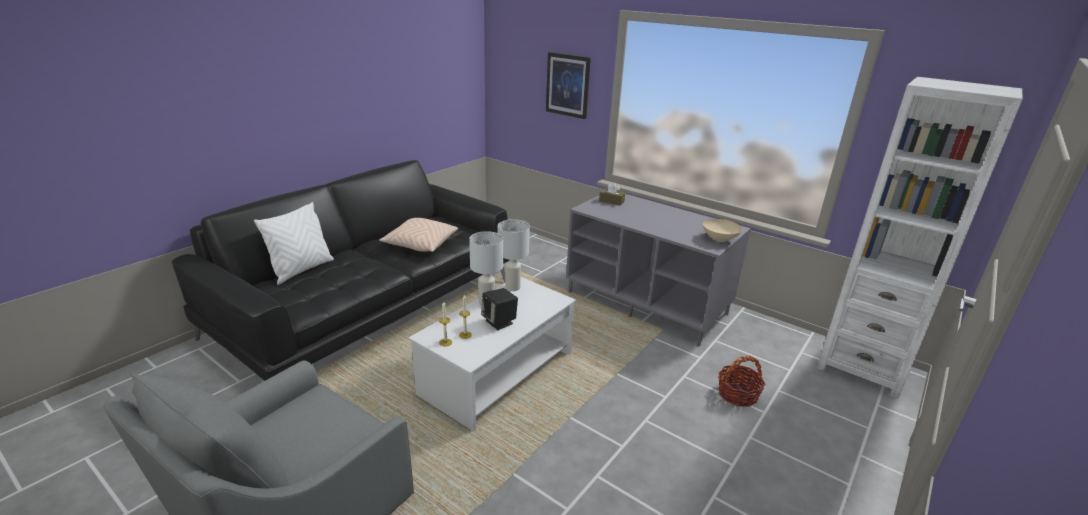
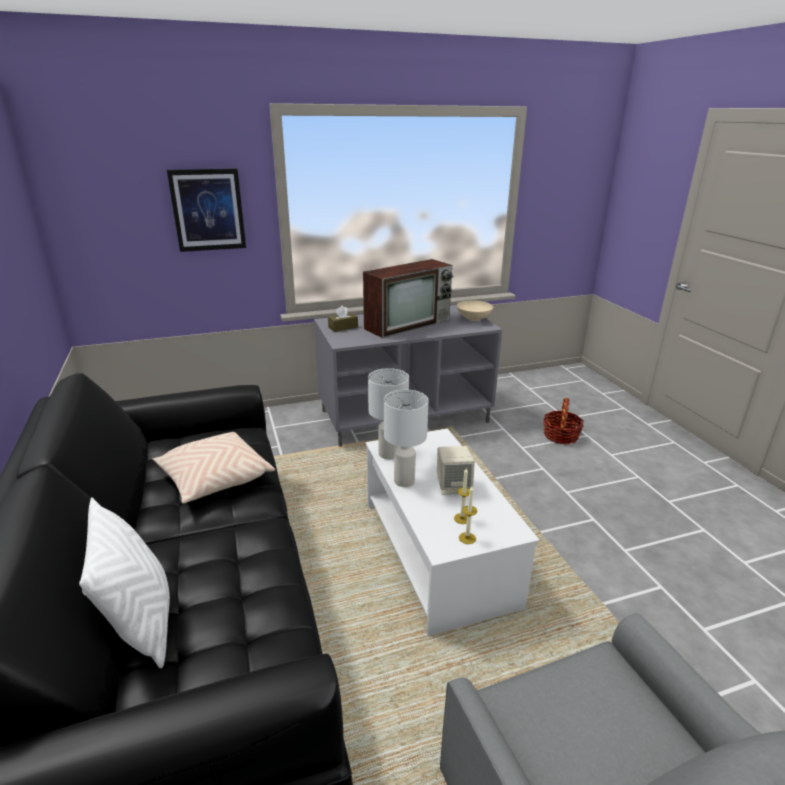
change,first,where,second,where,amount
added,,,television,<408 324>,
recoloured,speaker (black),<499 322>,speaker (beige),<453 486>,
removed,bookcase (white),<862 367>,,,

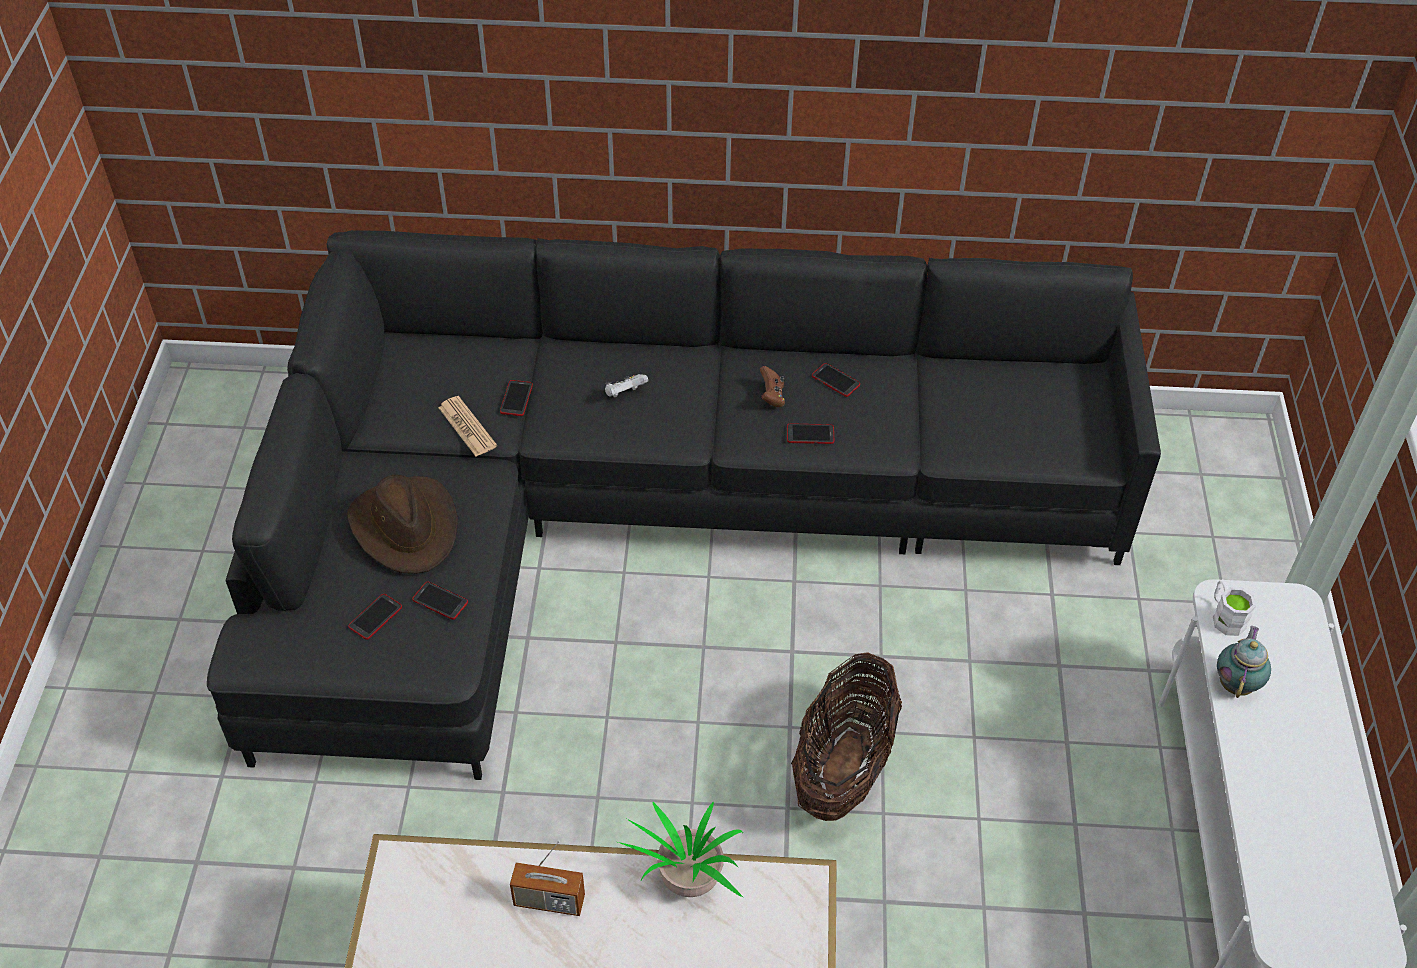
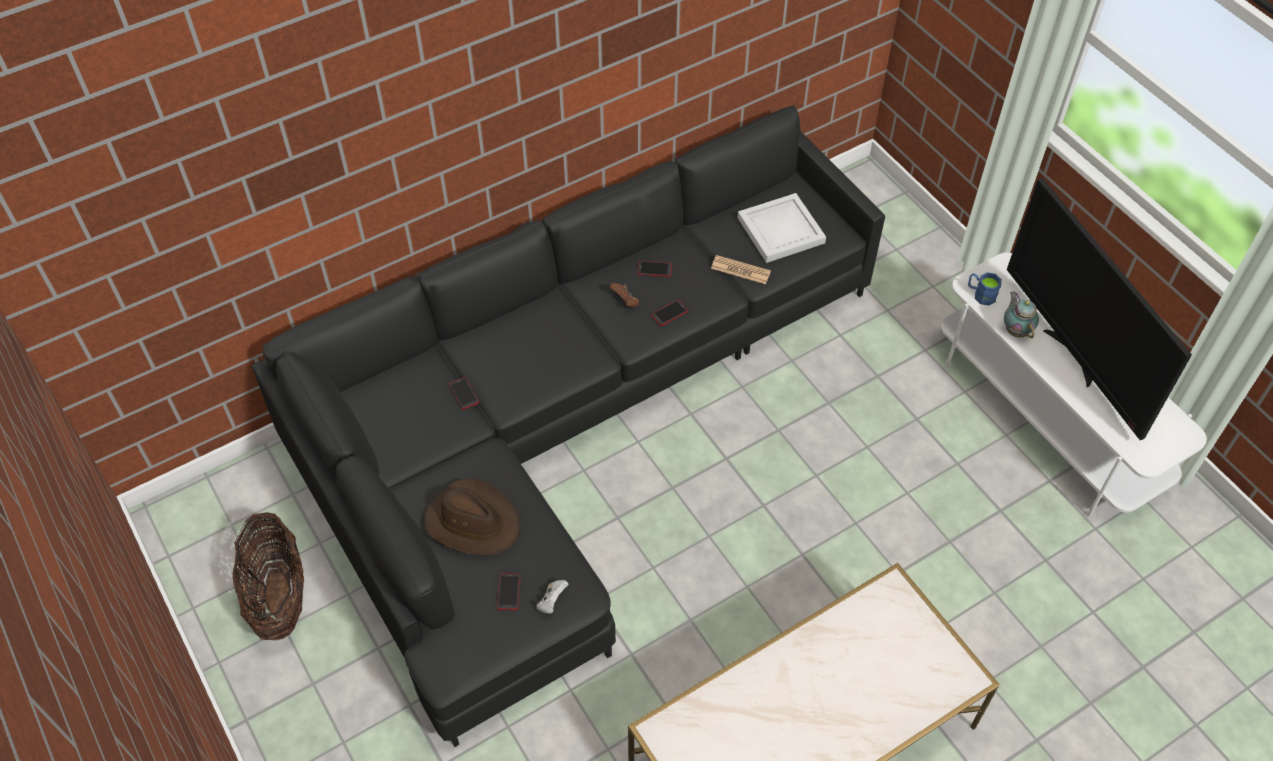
change,first,where,second,where,amount
moved,basket,<842 767>,,<278 595>,
moved,game controller (white),<625 394>,,<551 601>,
moved,newspaper,<467 427>,,<740 270>,
added,,,tray (white),<781 229>,
recoloured,mug (white),<1225 616>,mug (blue),<980 294>,
added,,,television,<1072 356>,
removed,phone,<440 601>,,,
removed,radio,<549 901>,,,
removed,potted plant,<687 883>,,,

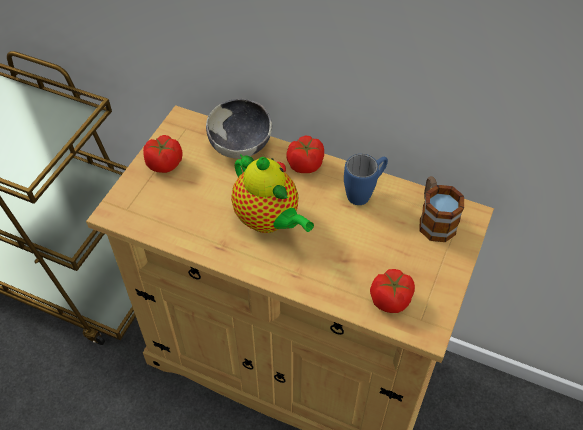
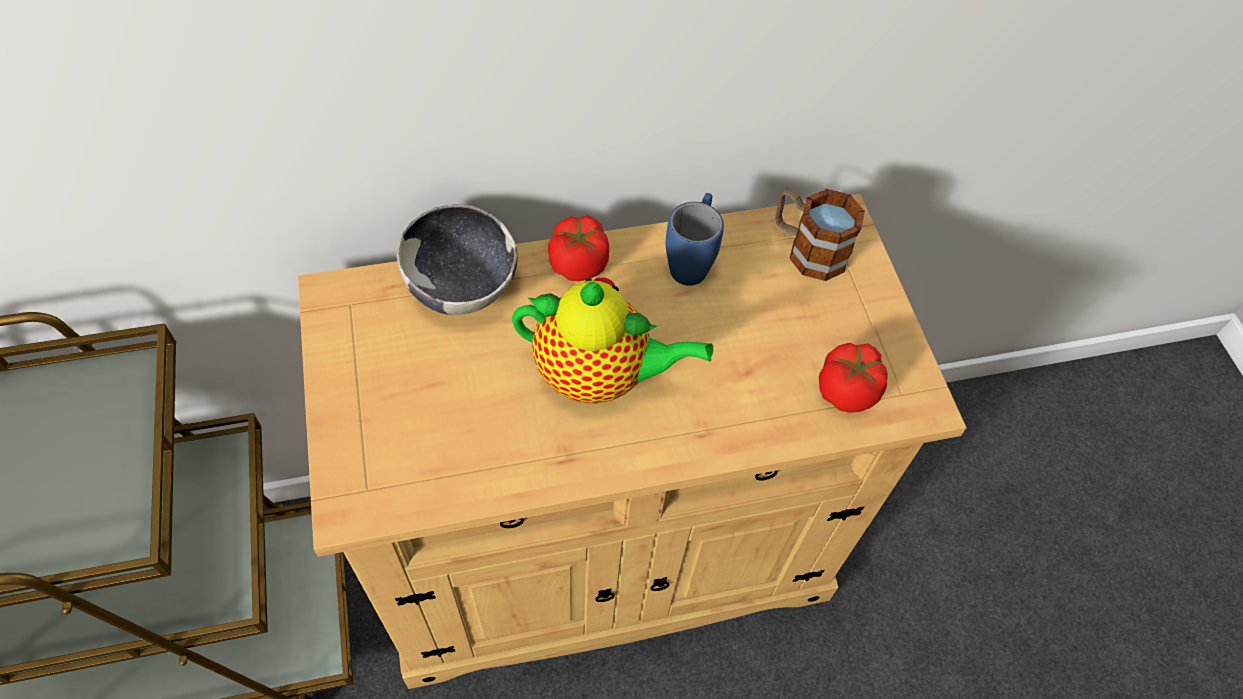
change,first,where,second,where,amount
removed,tomato,<165 164>,,,

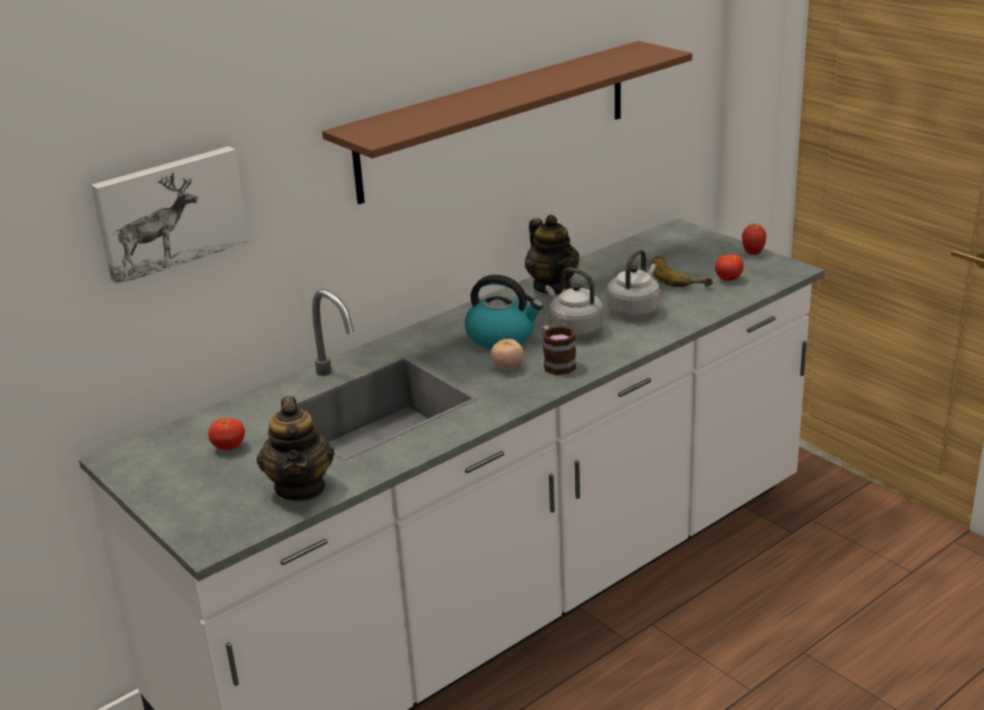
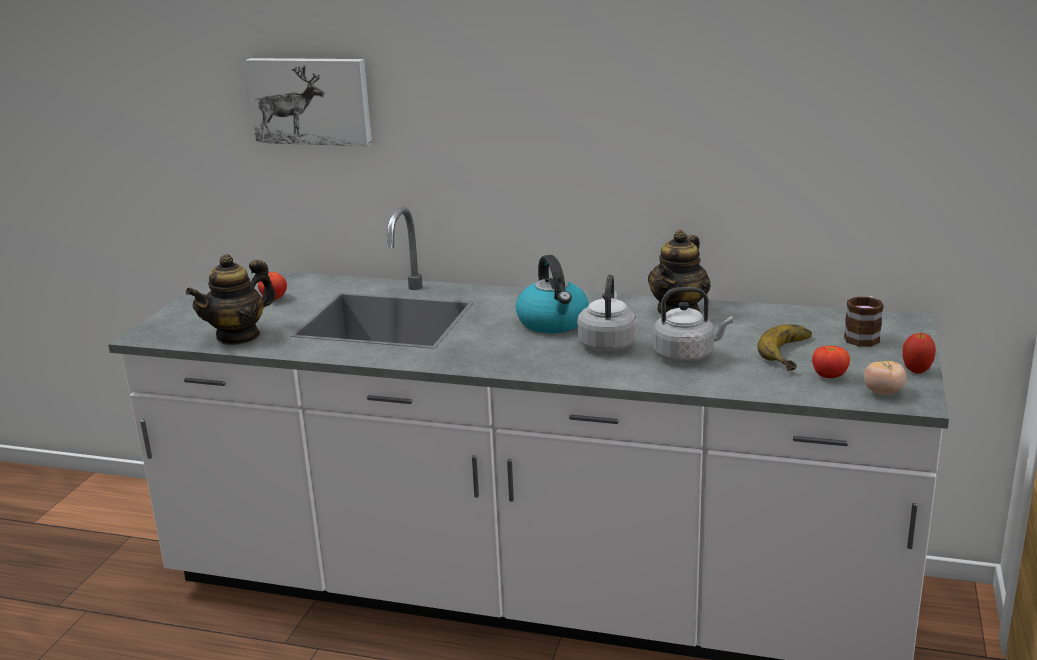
change,first,where,second,where,amount
moved,mug,<556 363>,,<863 336>,
moved,tomato,<507 366>,,<883 393>,
removed,shelf (brown),<496 120>,,,

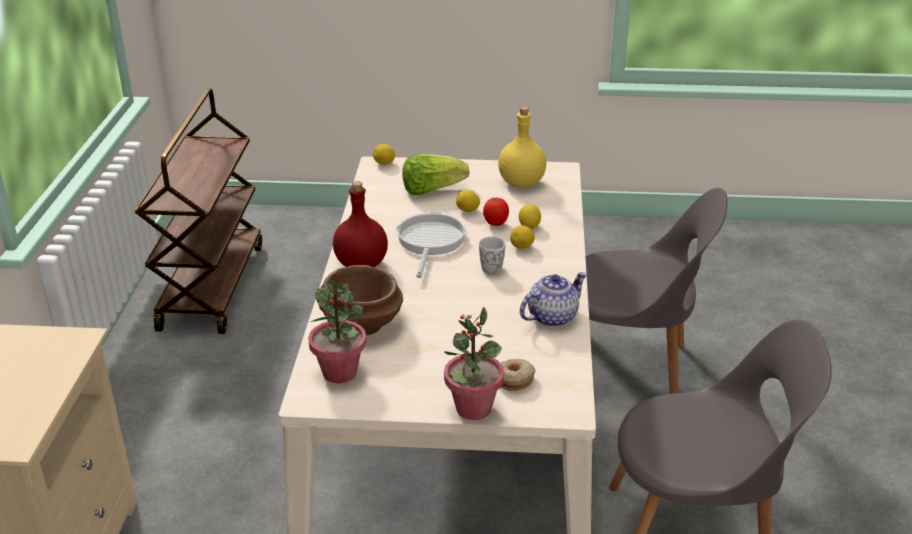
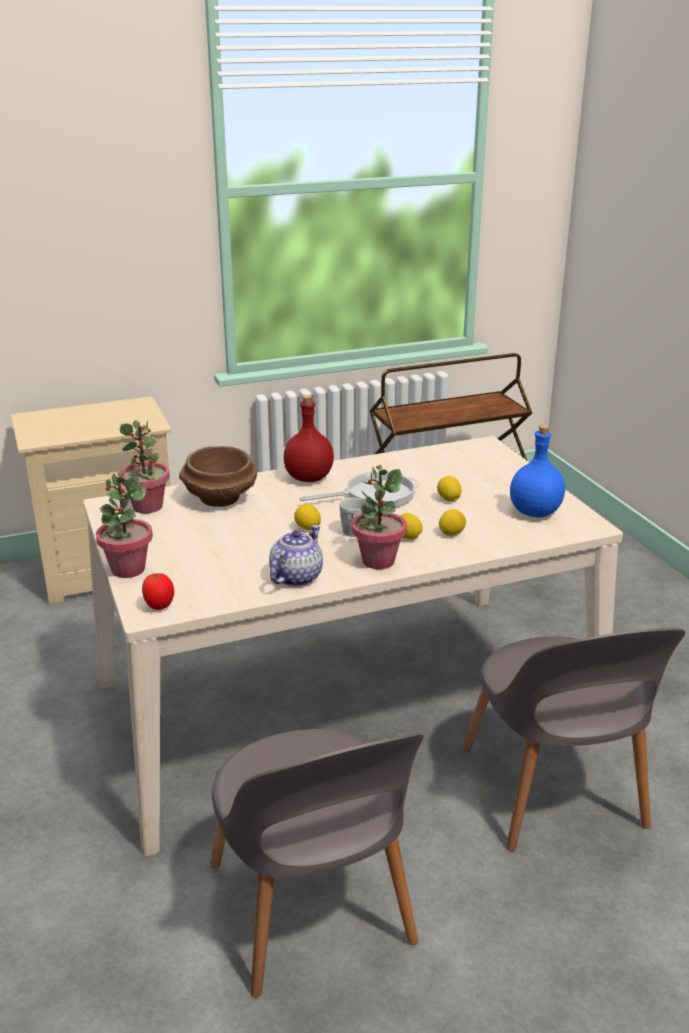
change,first,where,second,where,amount
moved,tomato,<495 224>,,<159 607>,
turned,teapot,<552 316>,,<296 577>,90 degrees counterclockwise
moved,lemon,<384 163>,,<307 528>,
added,,,potted plant,<378 561>,
recoloured,bottle (yellow),<522 183>,bottle (blue),<535 513>,
removed,lettuce,<431 190>,,,
removed,donut,<514 380>,,,

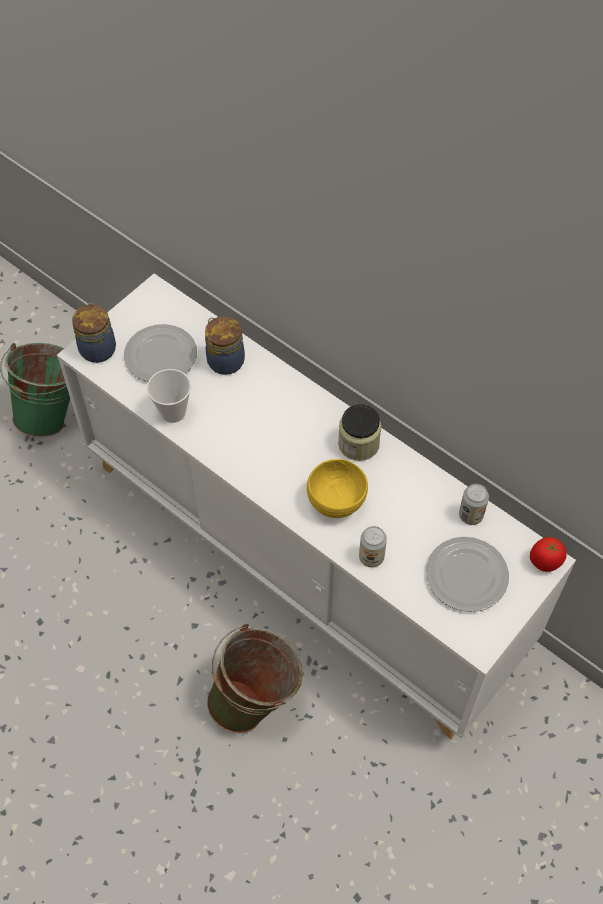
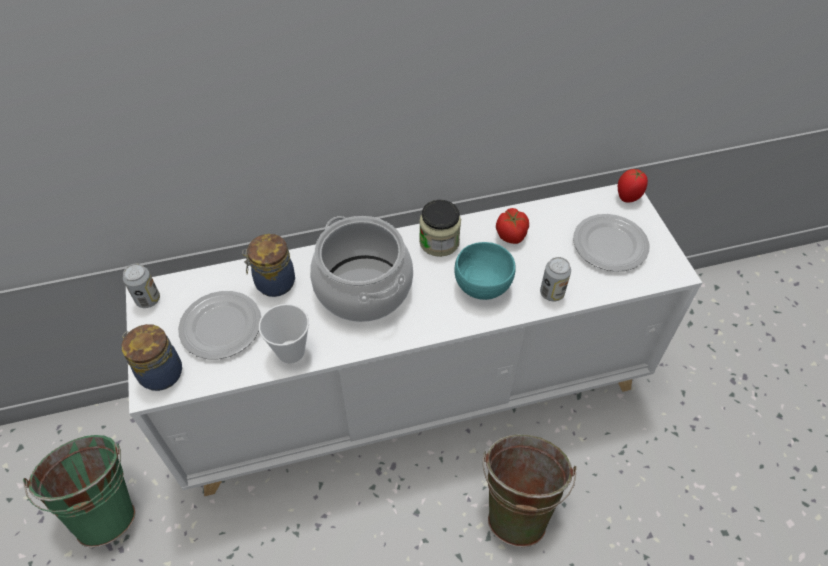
change,first,where,second,where,amount
moved,can,<470 515>,,<148 299>,
added,,,cooking pot,<362 288>,
recoloured,bowl (yellow),<335 502>,bowl (turquoise),<482 287>,
added,,,tomato,<511 235>,

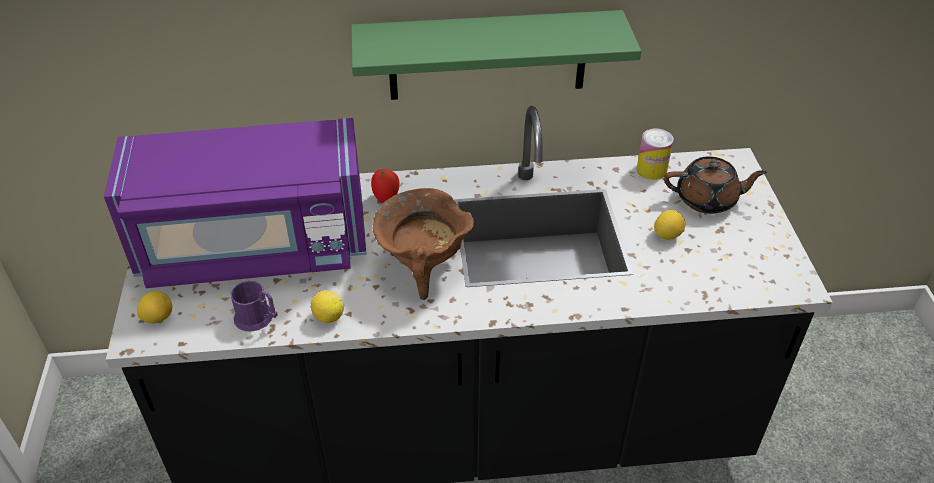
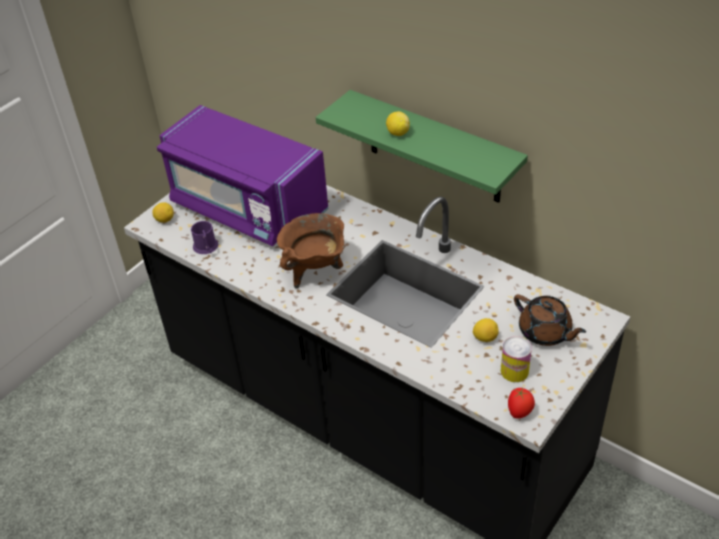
change,first,where,second,where,amount
moved,lemon,<328 317>,,<398 133>,
moved,can,<651 170>,,<514 371>,
moved,tomato,<386 198>,,<519 412>,

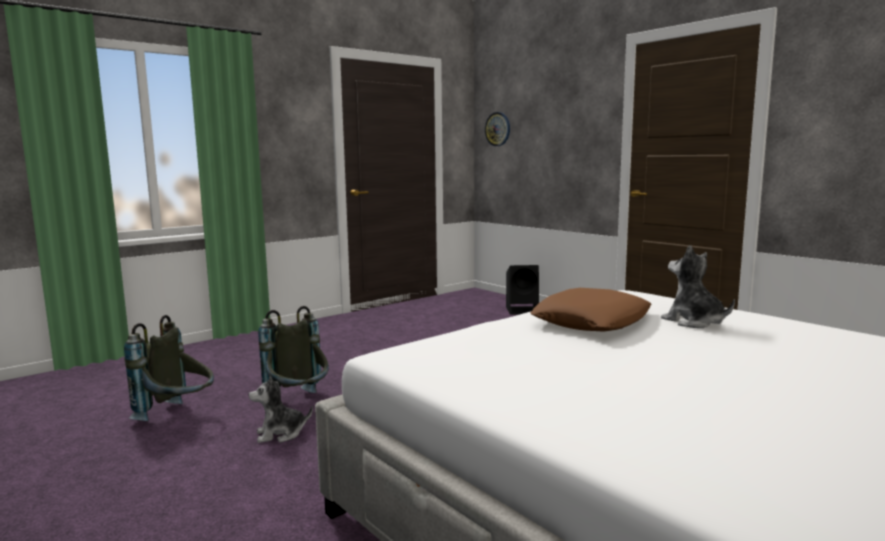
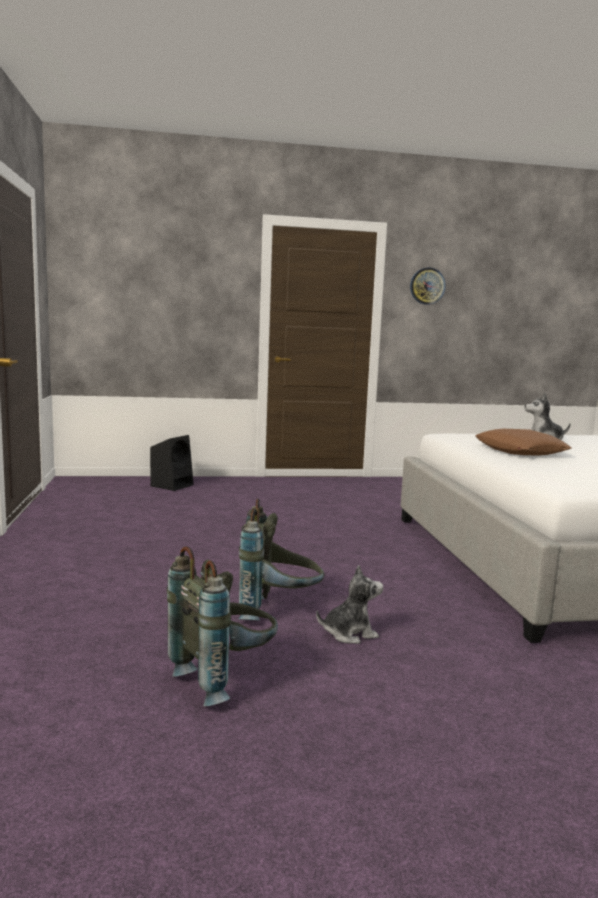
change,first,where,second,where,amount
turned,plush toy,<280 434>,,<349 633>,120 degrees counterclockwise
moved,wall clock,<498 129>,,<427 286>,

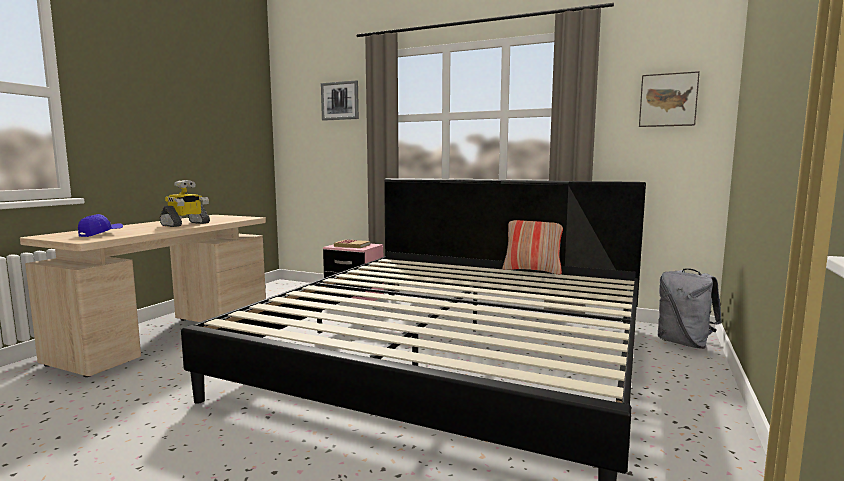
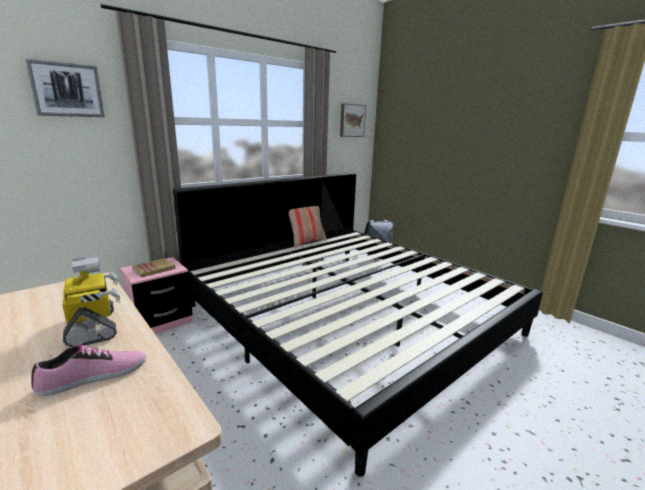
change,first,where,second,where,amount
added,,,shoe,<94 377>,
removed,cap (blue),<101 234>,,,

